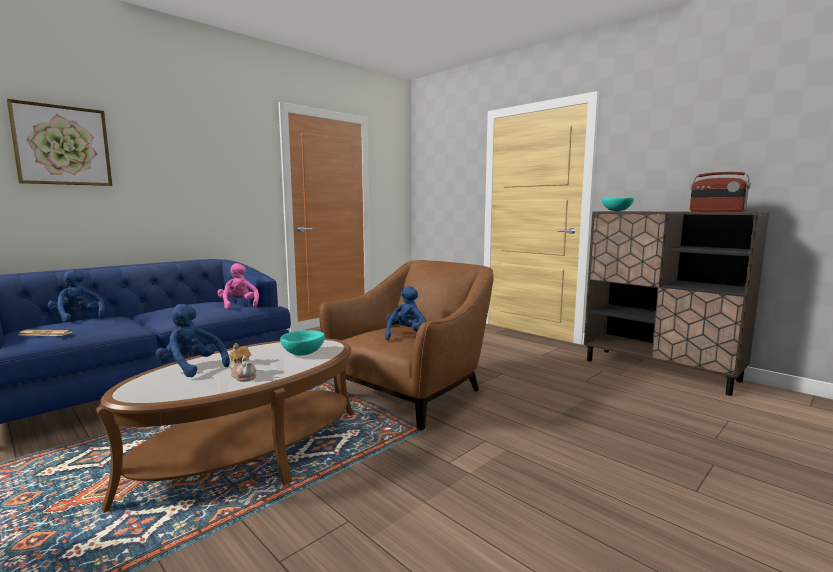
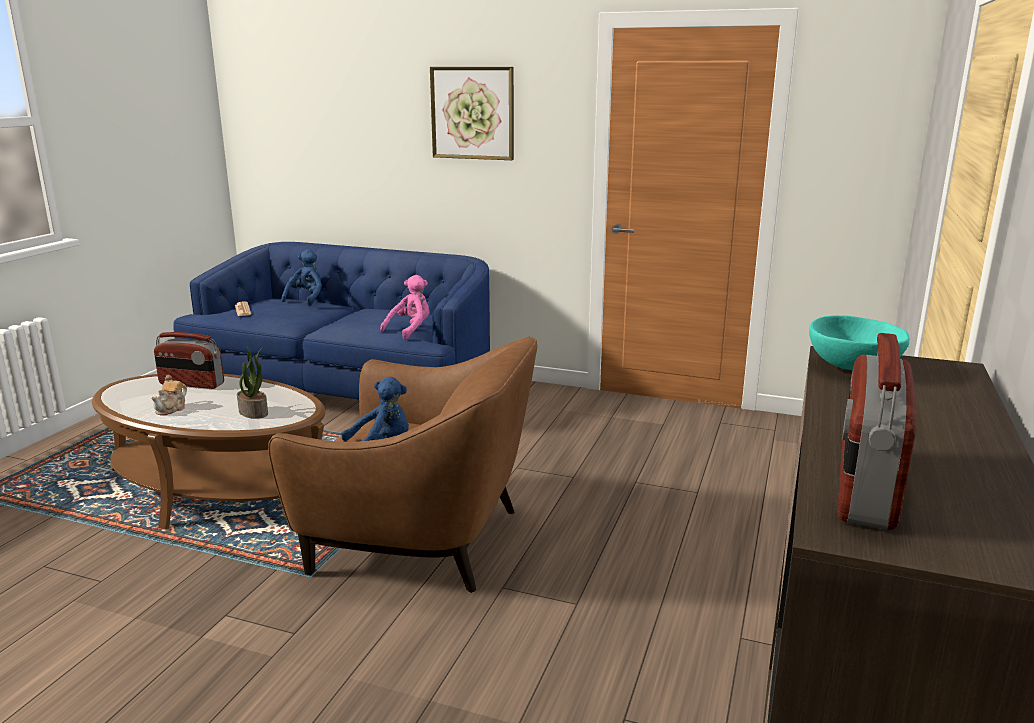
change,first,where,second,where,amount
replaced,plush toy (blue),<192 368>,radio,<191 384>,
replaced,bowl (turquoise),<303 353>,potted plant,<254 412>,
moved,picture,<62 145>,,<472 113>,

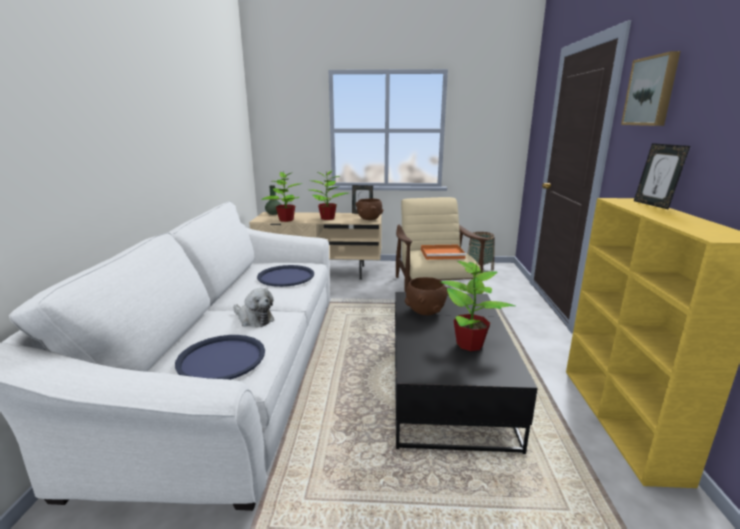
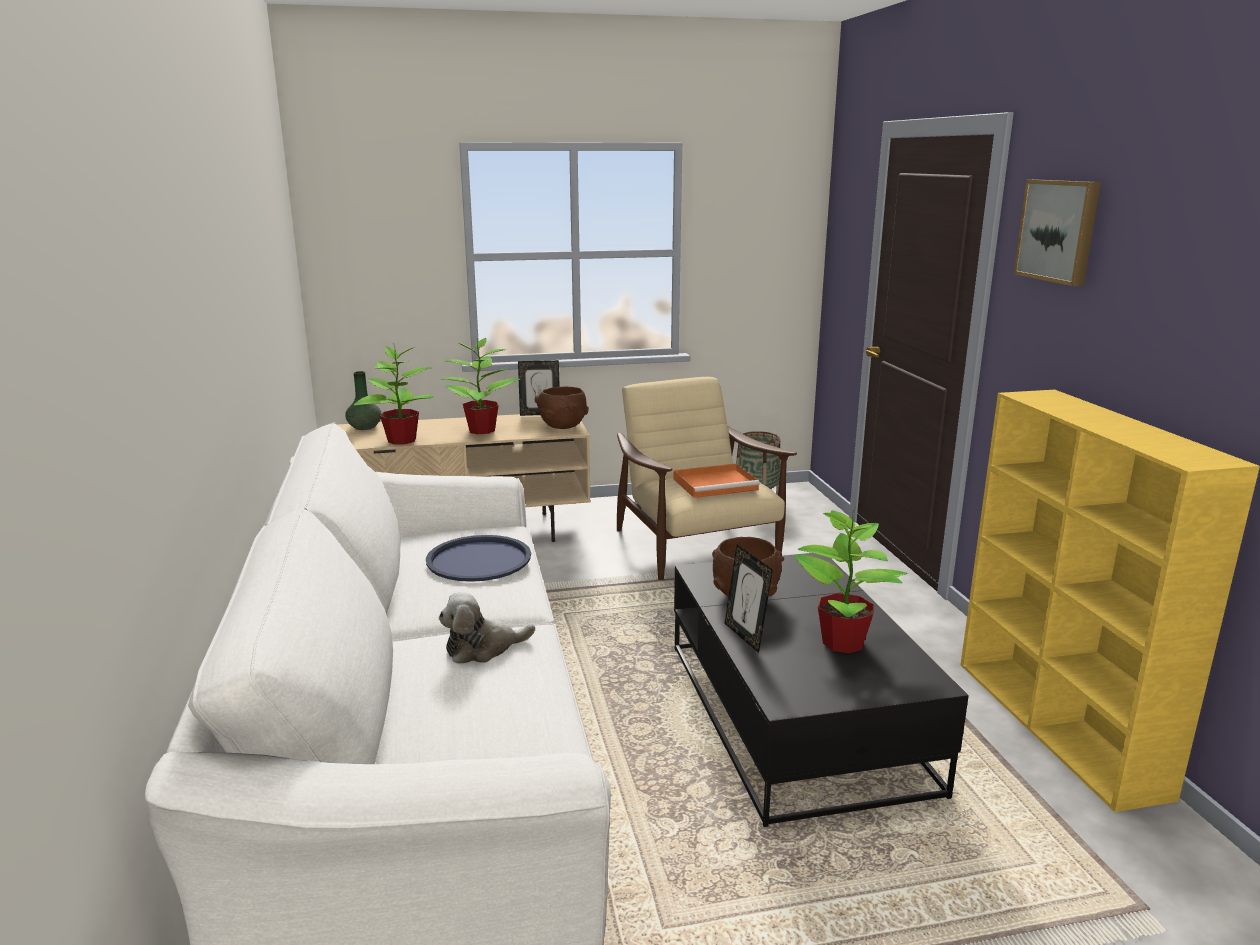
change,first,where,second,where,amount
turned,plush toy,<254 319>,,<483 648>,135 degrees clockwise
moved,picture frame,<653 205>,,<745 636>,
removed,tray (blue),<221 359>,,,

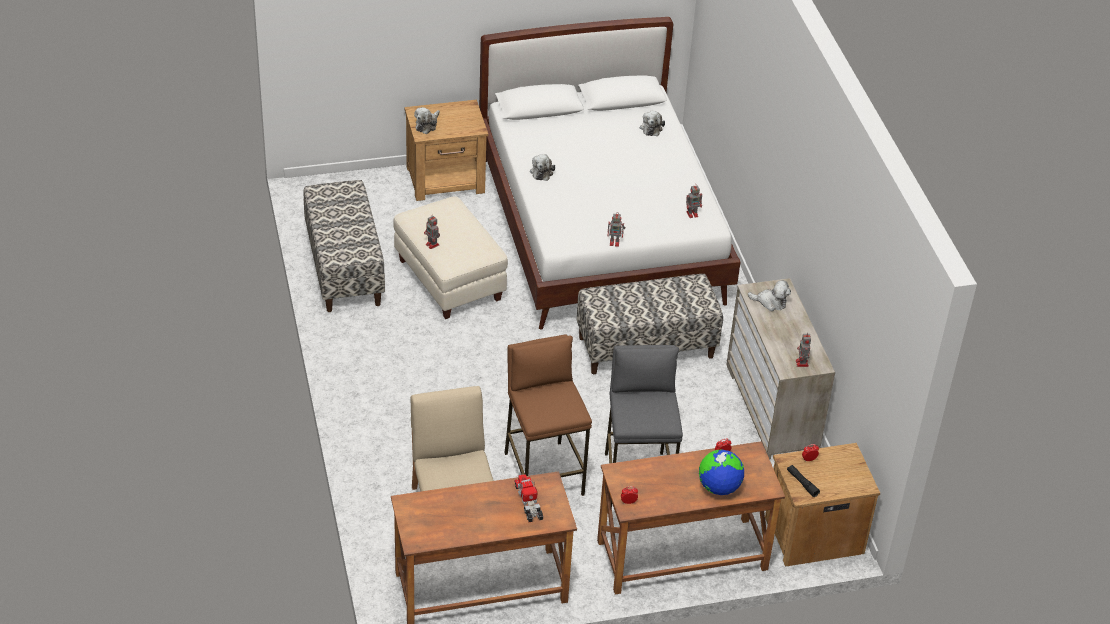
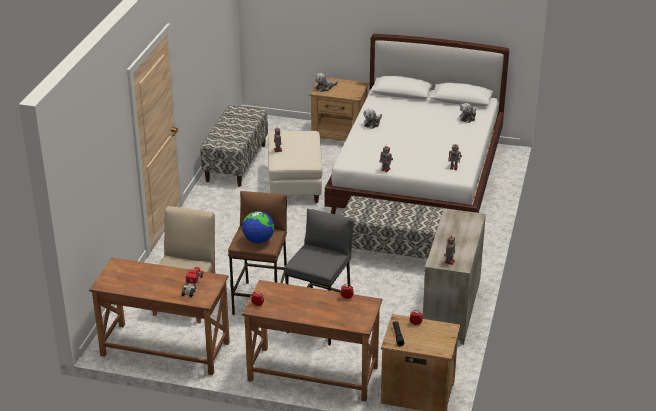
change,first,where,second,where,amount
moved,globe,<719 487>,,<258 240>,
removed,plush toy,<770 302>,,,

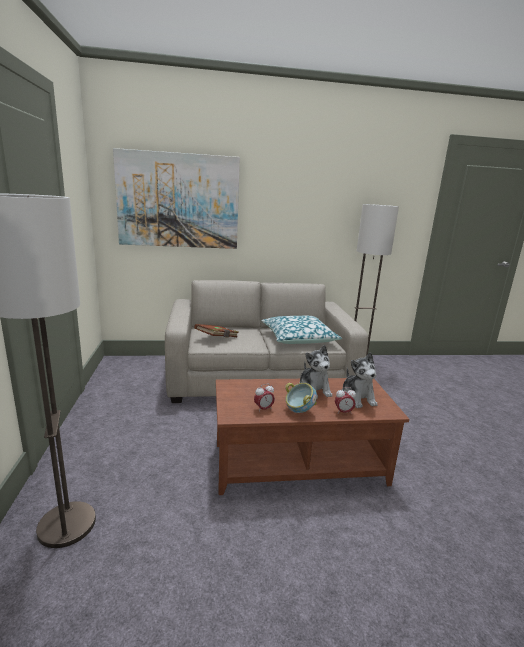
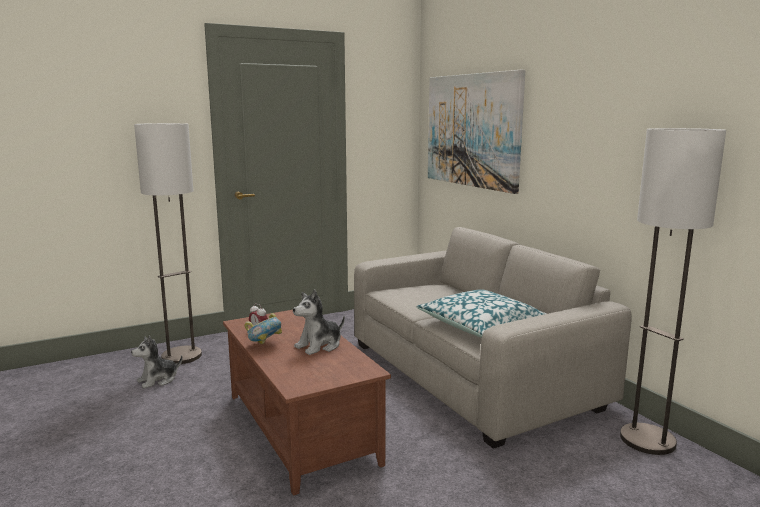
change,first,where,second,where,amount
moved,plush toy,<357 398>,,<158 380>,
removed,book (brown),<217 338>,,,
removed,alarm clock,<343 412>,,,

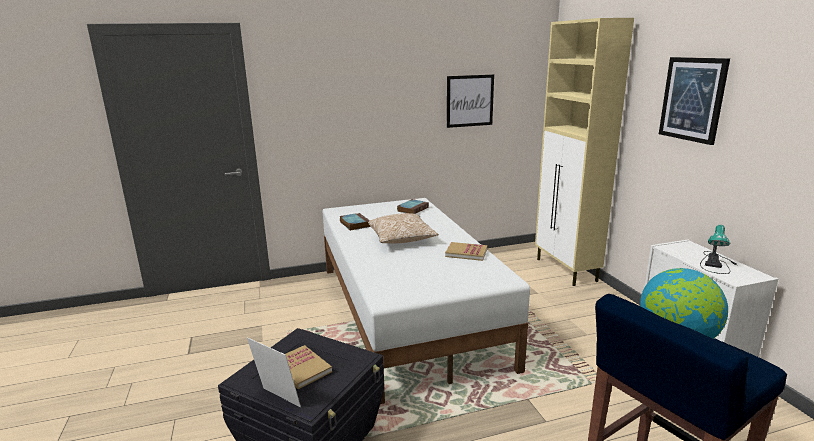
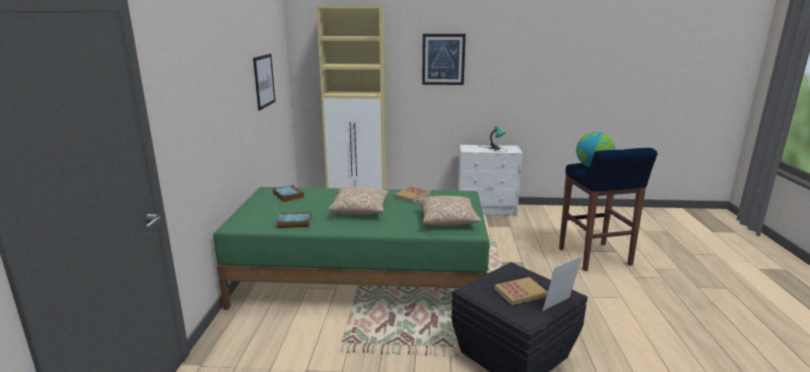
change,first,where,second,where,amount
recoloured,bed (white),<408 312>,bed (green),<360 279>,
added,,,pillow,<447 221>,

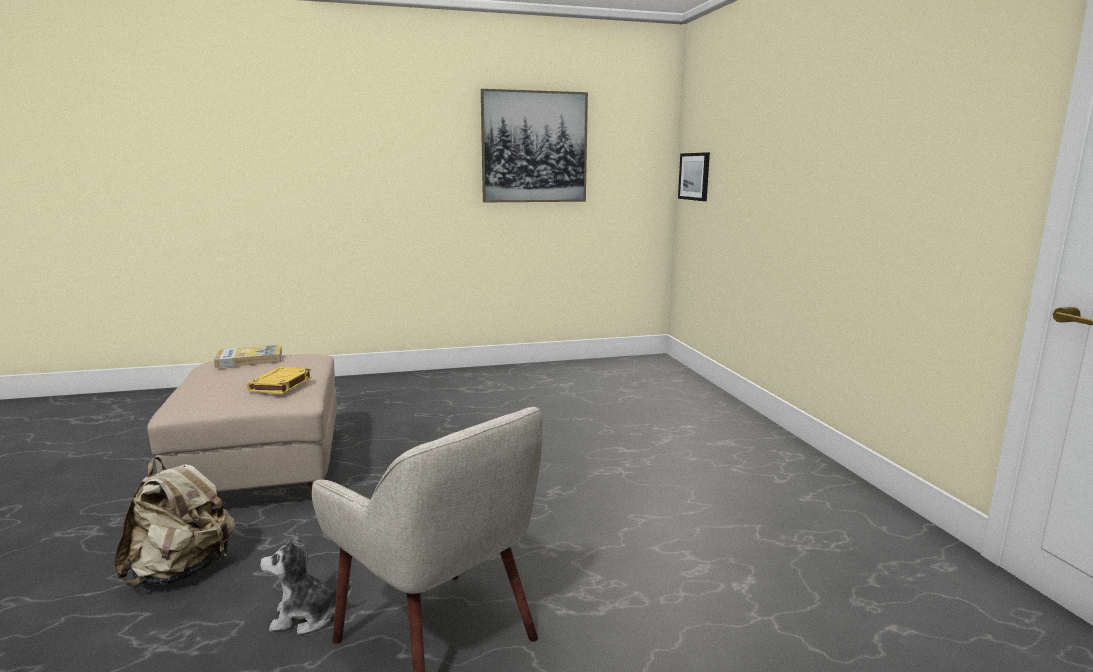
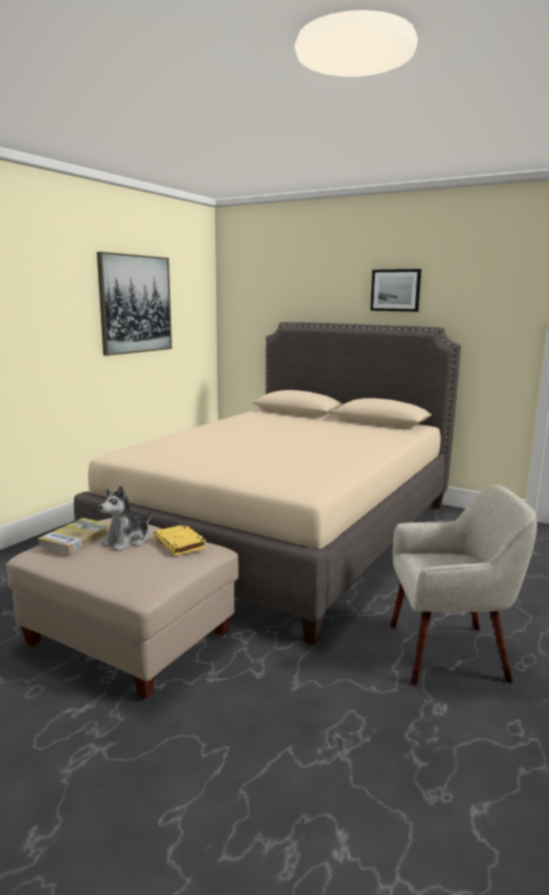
change,first,where,second,where,amount
added,,,bed (beige),<286 533>,
moved,plush toy,<307 616>,,<127 541>,
moved,picture,<694 176>,,<395 290>,
removed,backpack (beige),<182 571>,,,

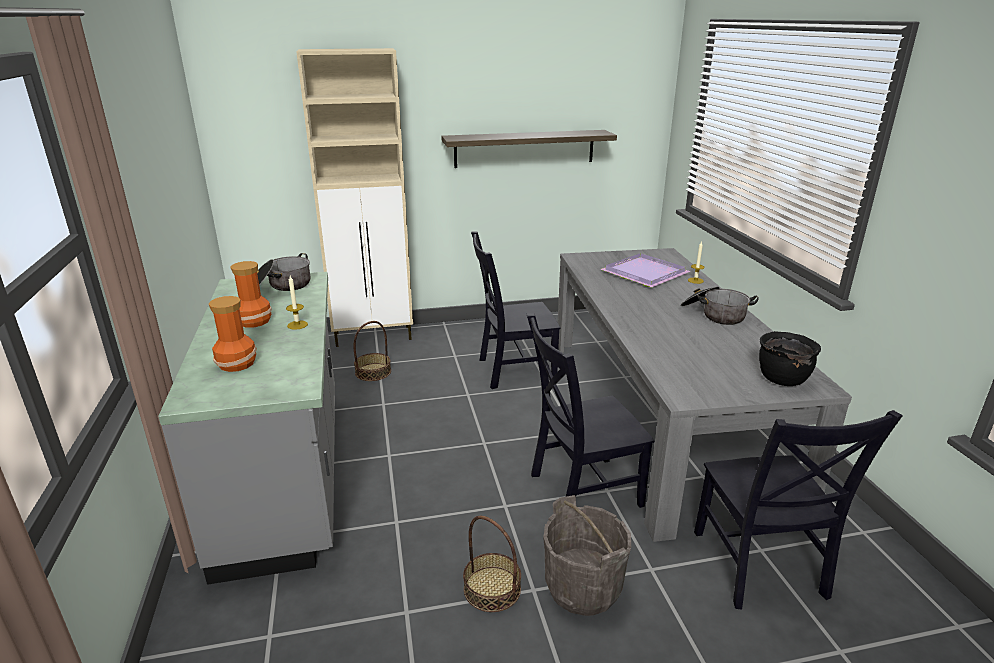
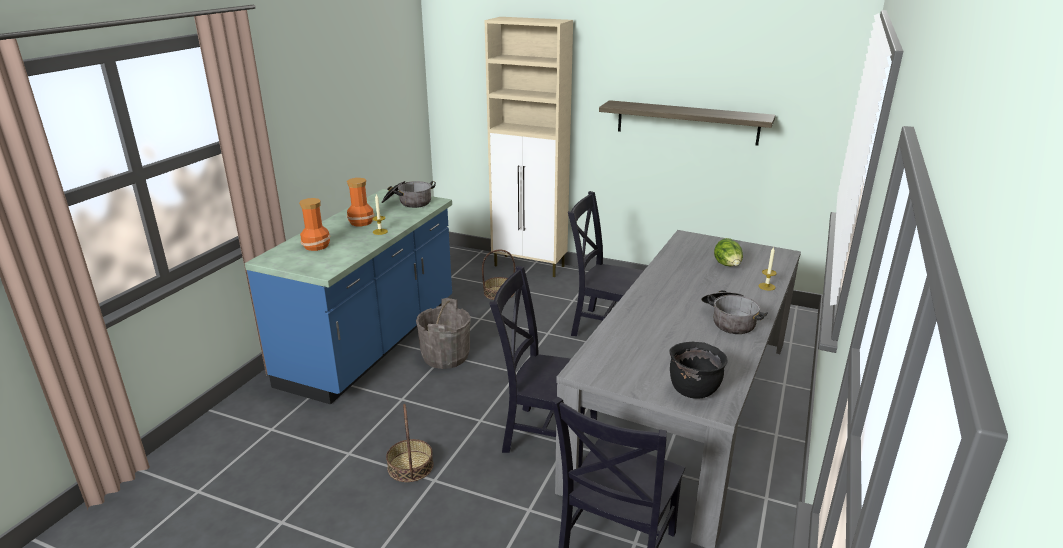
change,first,where,second,where,amount
recoloured,counter (grey),<287 475>,counter (blue),<372 343>,
moved,bucket (grey),<583 587>,,<445 356>,
replaced,tray (purple),<644 272>,lettuce,<727 266>,

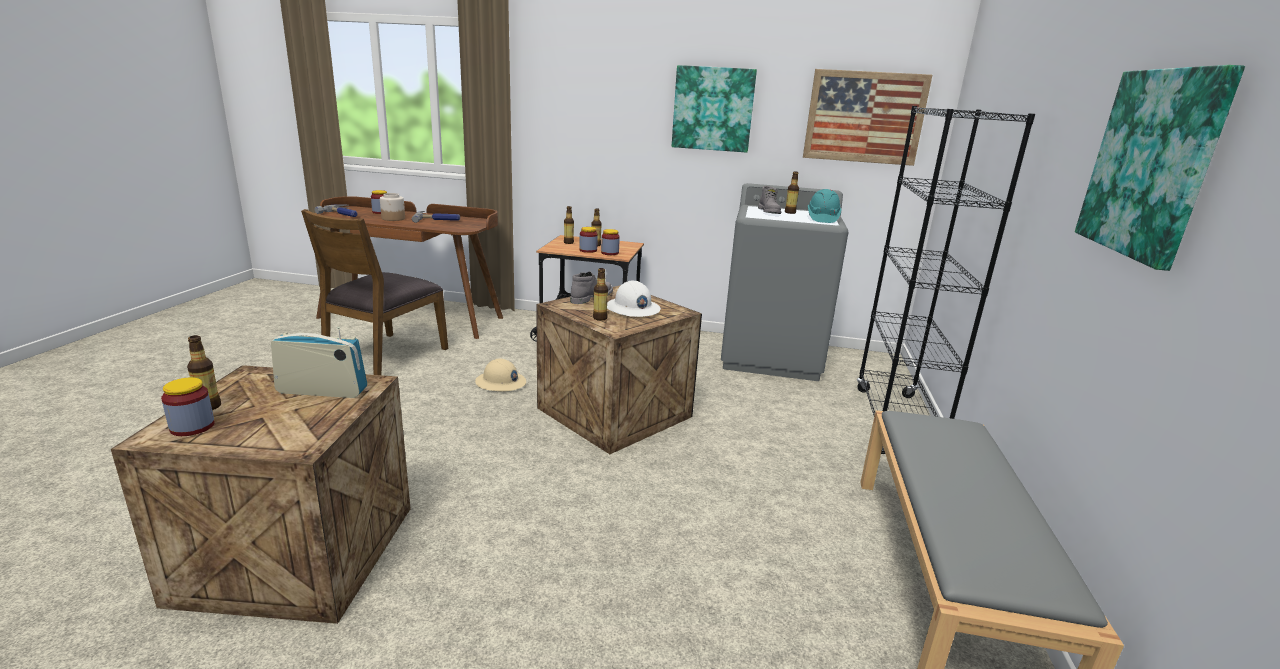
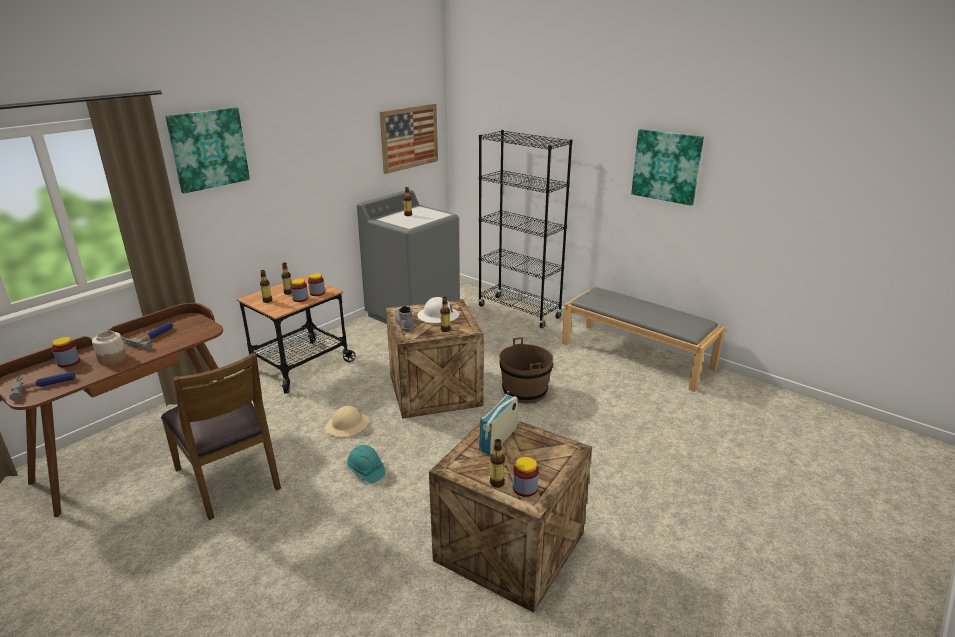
change,first,where,second,where,amount
moved,picture,<713 109>,,<208 149>,
moved,hard hat (turquoise),<822 219>,,<366 471>,
added,,,bucket (brown),<524 391>,
removed,boot (grey),<769 212>,,,

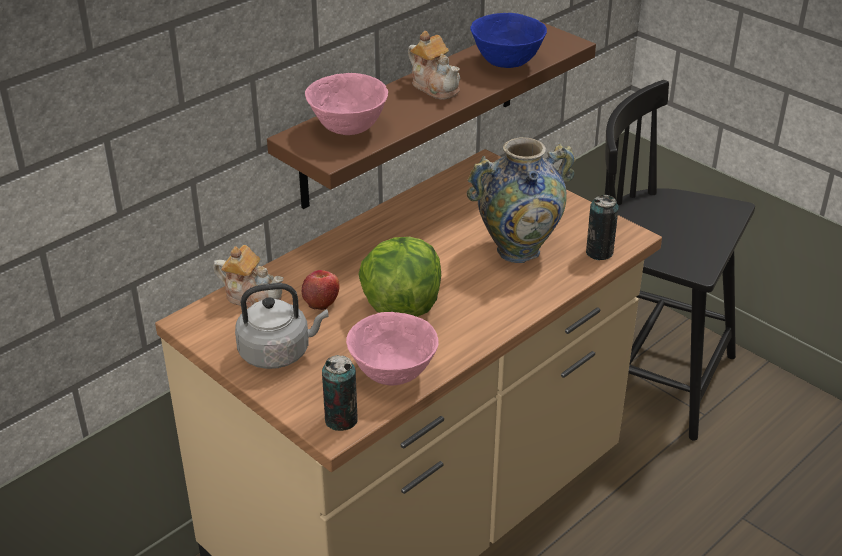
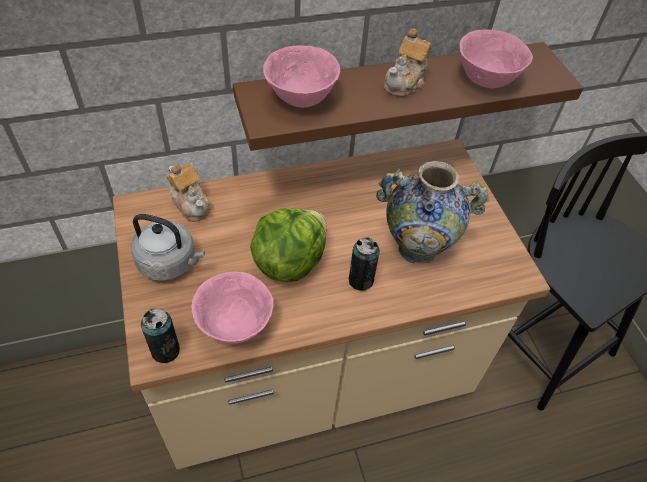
change,first,where,second,where,amount
moved,can,<599 252>,,<361 280>,
turned,teapot,<435 86>,,<405 82>,45 degrees clockwise
recoloured,bowl (blue),<507 63>,bowl (pink),<486 80>,
removed,apple,<321 301>,,,

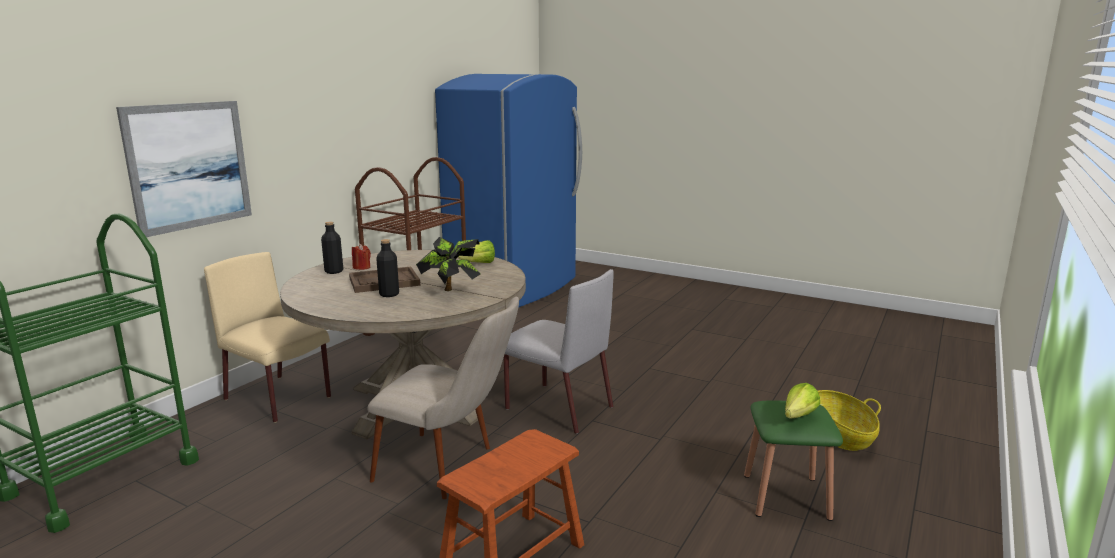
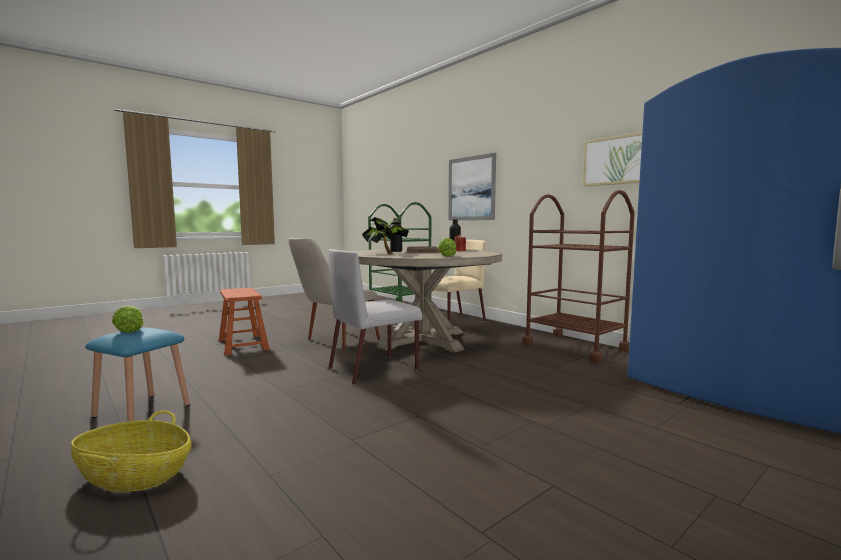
change,first,where,second,where,amount
recoloured,stool (green),<786 496>,stool (blue),<142 411>,
added,,,picture,<615 160>,

